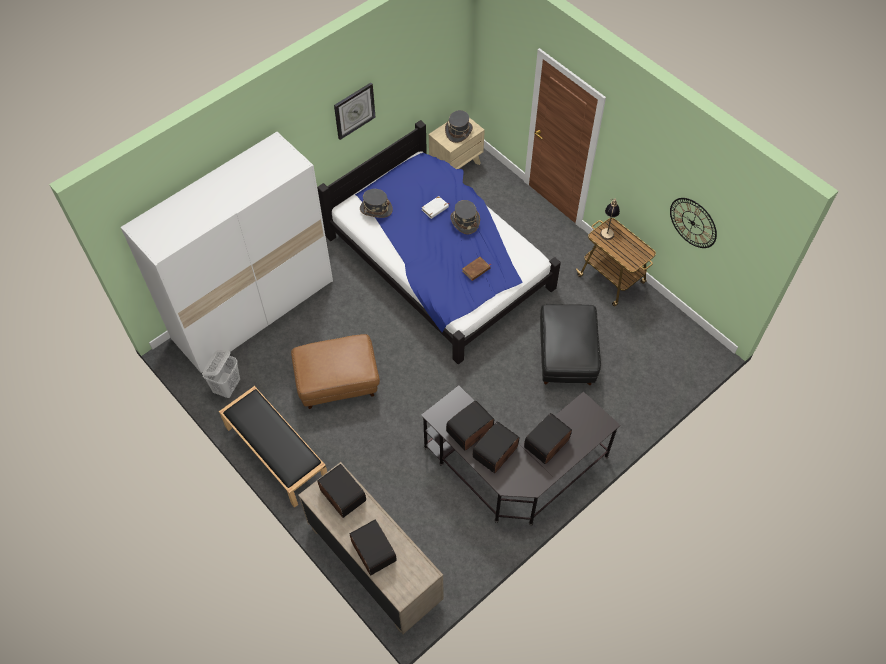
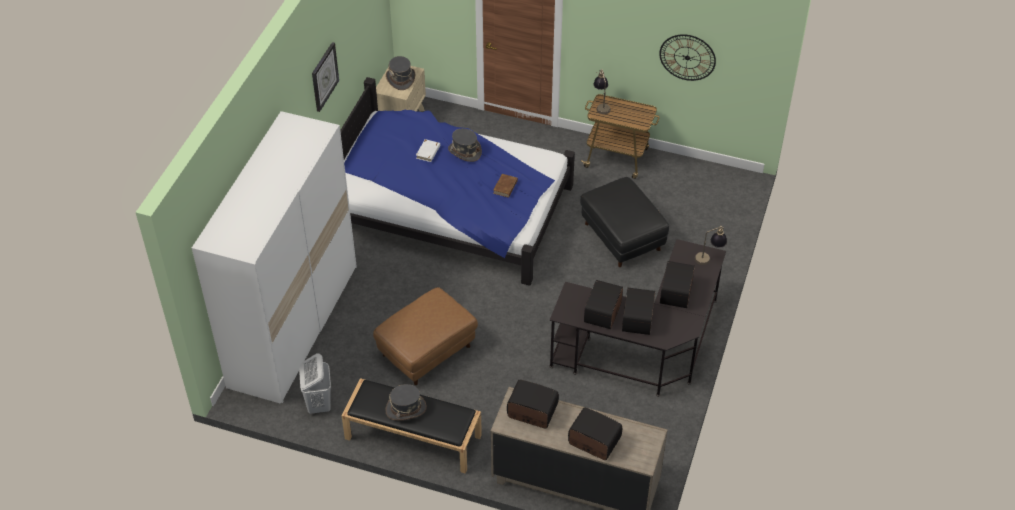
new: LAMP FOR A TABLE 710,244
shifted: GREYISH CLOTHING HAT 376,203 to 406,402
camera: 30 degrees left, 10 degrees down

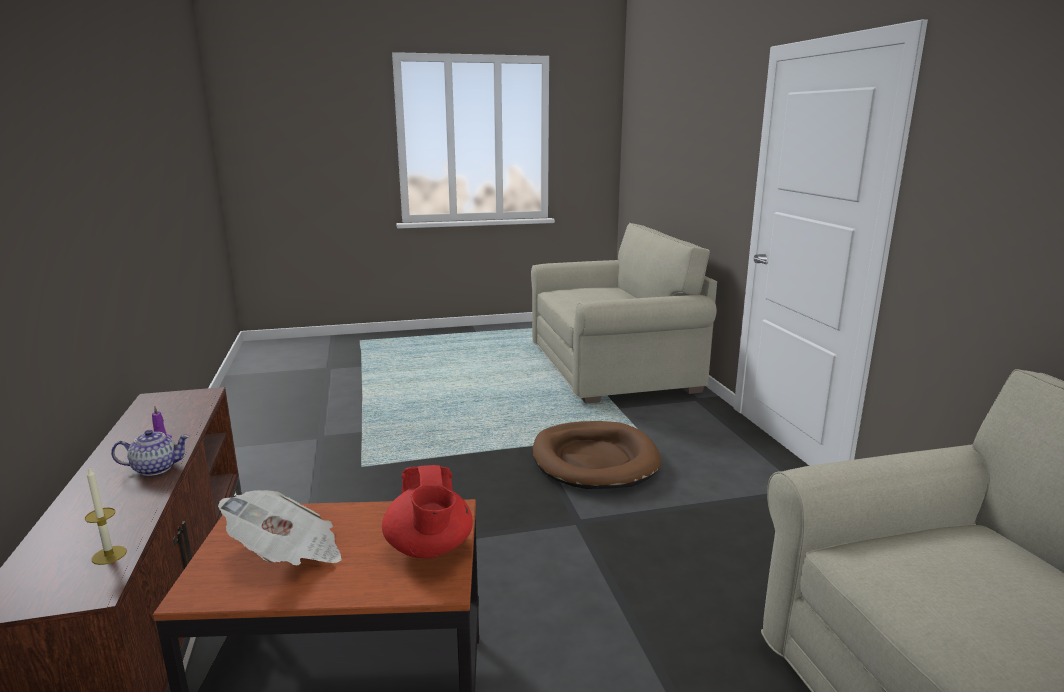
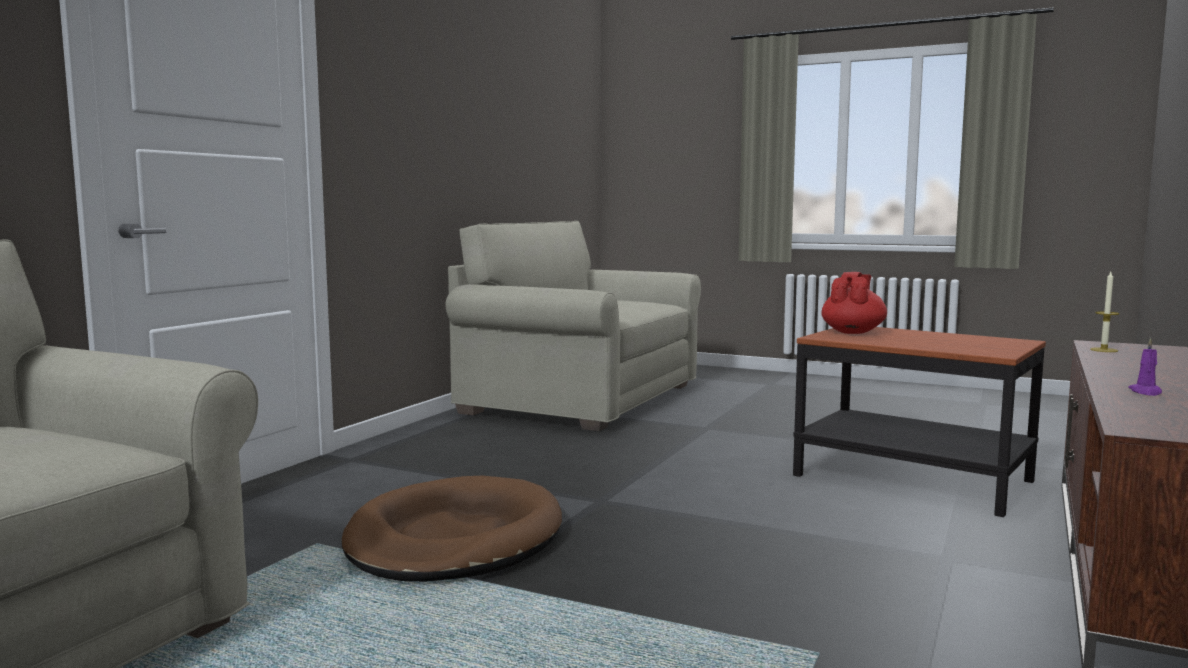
gone: TEA POT 150,453; NEWSPAPER 280,528
camera: 140 degrees left, 10 degrees down

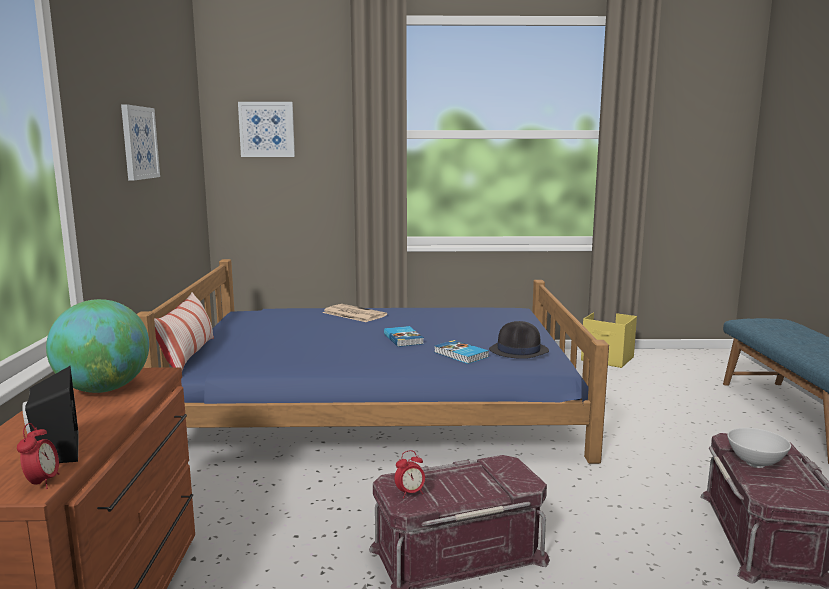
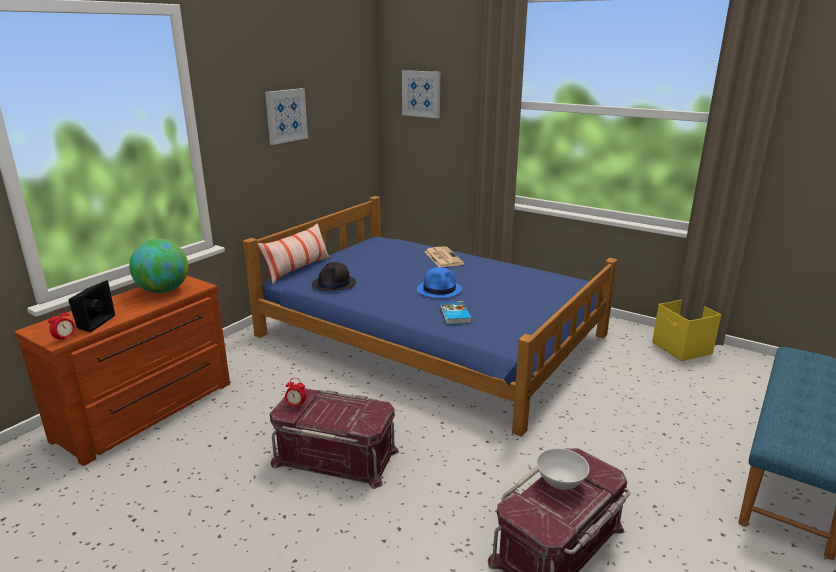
shifted: BLACK CLOTHING HAT 519,340 to 334,276
swapped: BOOK 404,336 to BLUE CLOTHING HAT 439,282
camera: 35 degrees right, 10 degrees up

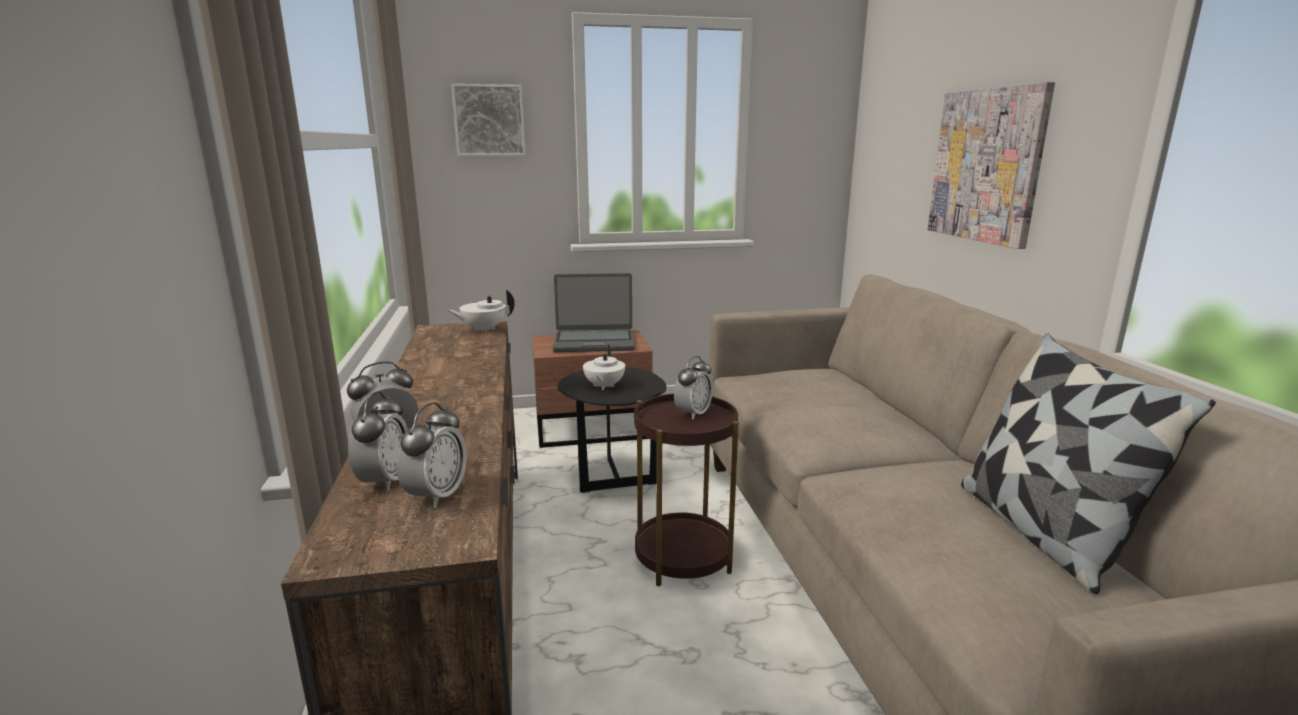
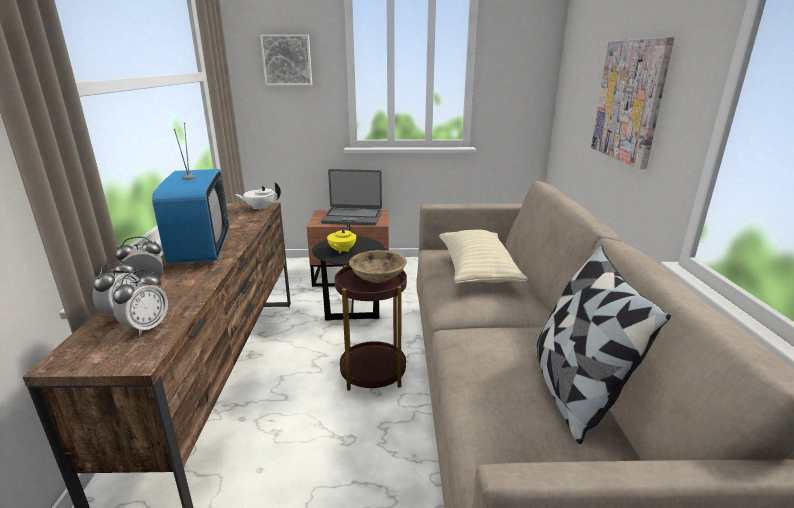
new: TV 190,193; BEIGE-COLOURED CUSHION 483,257
swapped: TABLE CLOCK 693,388 to BEIGE-COLOURED BOWL 378,266
repainted: WHITISH TEA POT 604,367 to YELLOW-COLOURED TEA POT 341,238
camera: 10 degrees right, 5 degrees up

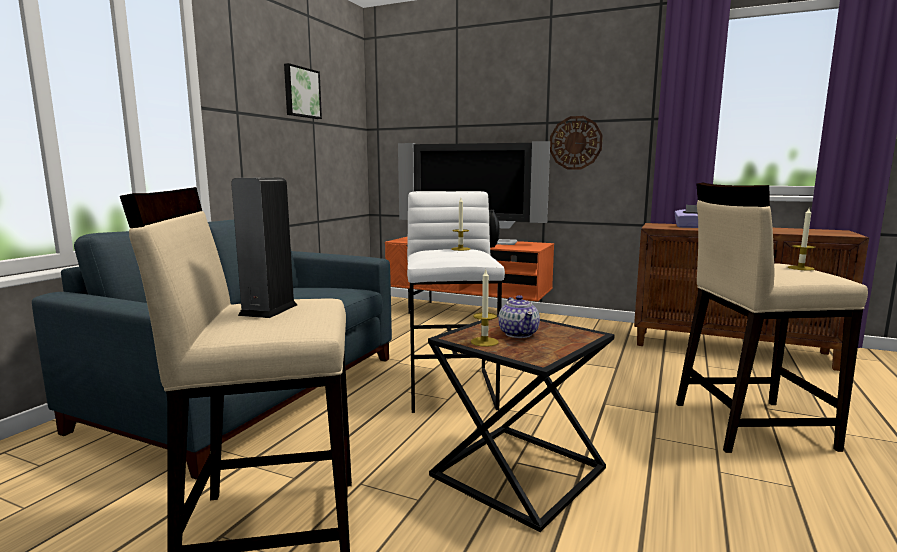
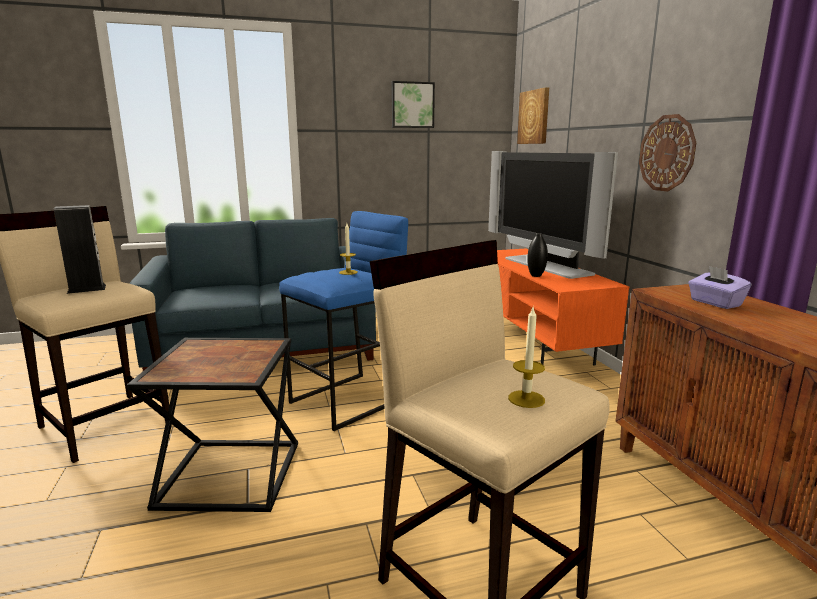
gone: WAX CANDLE 485,308; TEA POT 519,316
new: WALL PICTURE 533,115
repainted: WHITISH SITTING STOOL 456,302 to BLUE SITTING STOOL 343,321
camera: 50 degrees right, 5 degrees up

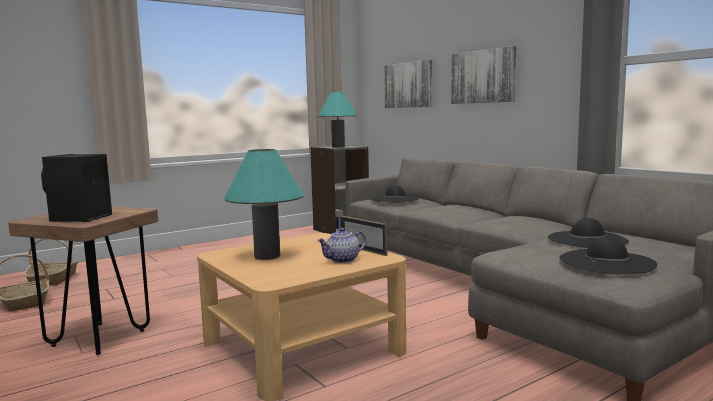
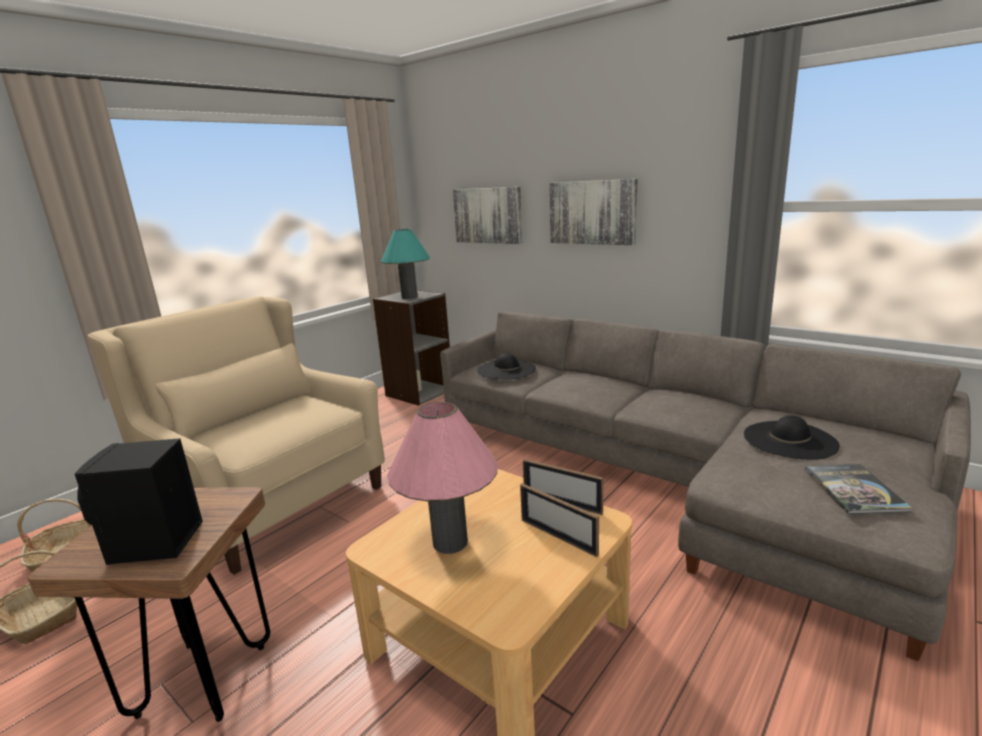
new: BEIGE-COLOURED LOUNGE CHAIR 236,435
swapped: TEA POT 341,245 to PICTURE FRAME 559,520; BLACK CLOTHING HAT 608,255 to BOOK 859,489
repainted: TURQUOISE LAMP FOR A TABLE 264,204 to PINKISH LAMP FOR A TABLE 442,478
camera: 15 degrees left, 10 degrees up

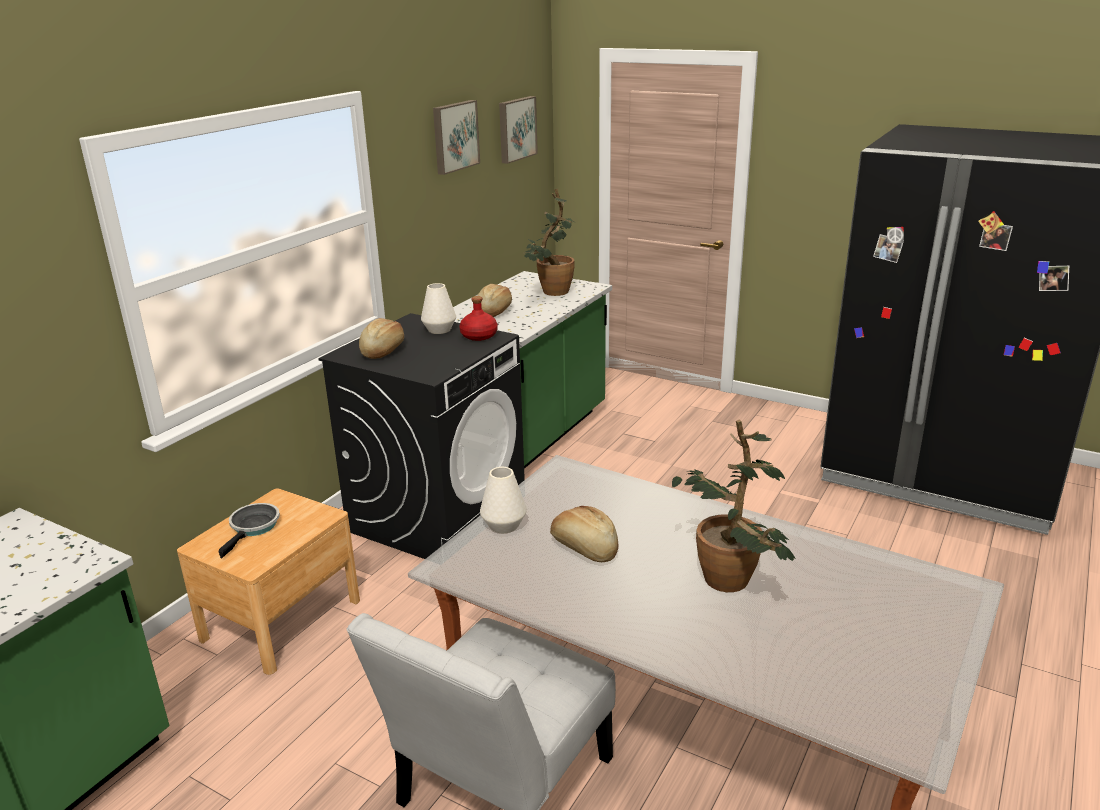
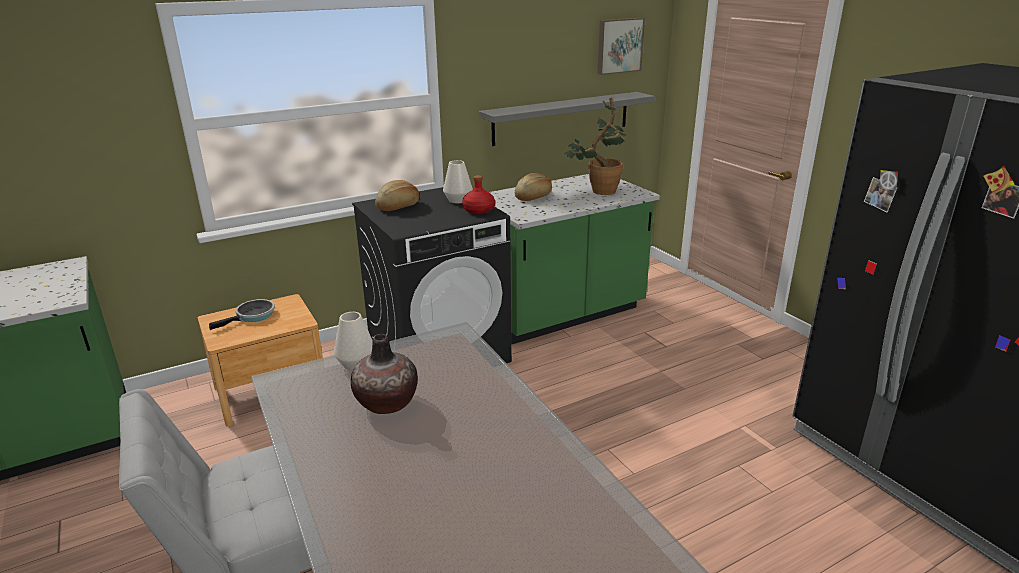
gone: WALL PICTURE 456,137; PLANT IN A POT 734,506
new: GREYISH WALL SHELF 567,119
swapped: BAKED BREAD 584,534 to DECORATIVE VASE 384,374
camera: 30 degrees right, 0 degrees up

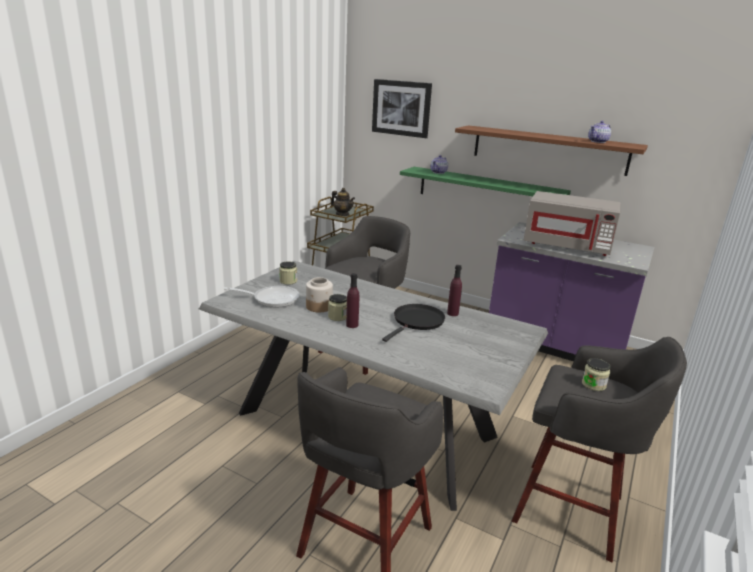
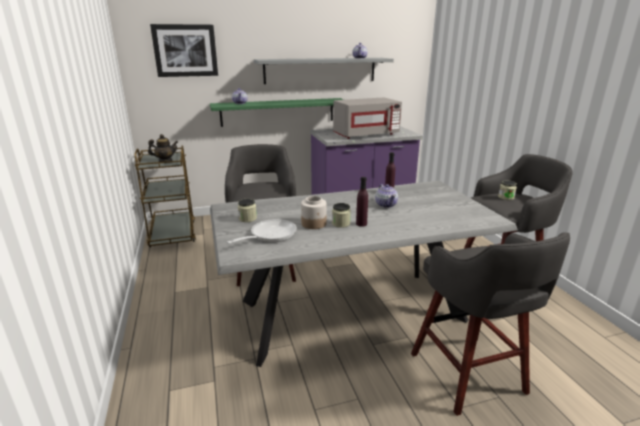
swapped: BLACK SKILLET 413,323 to TEA POT 386,196
repainted: BROWN-COLOURED WALL SHELF 551,150 to GREYISH WALL SHELF 324,71
camera: 45 degrees left, 0 degrees up

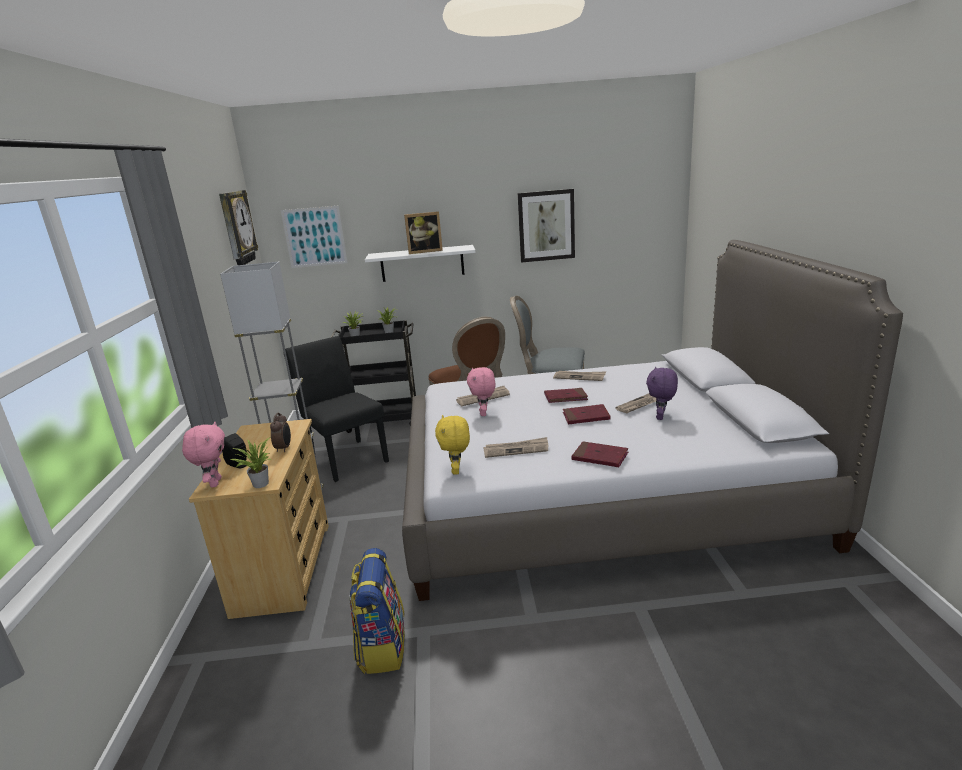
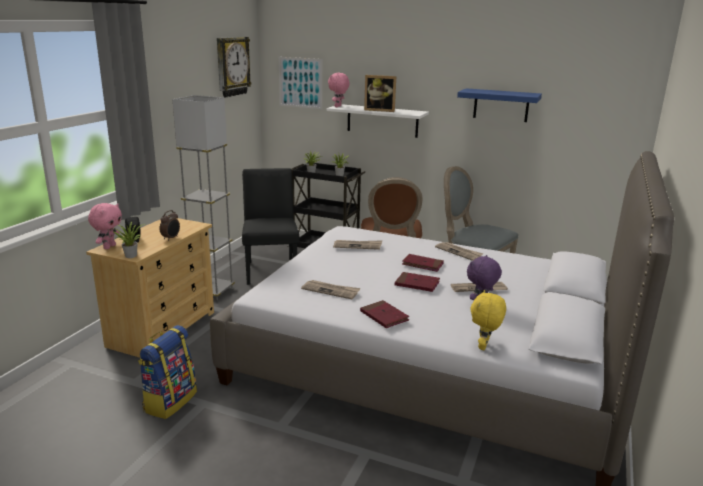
shifted: PINKISH CUDDLY TOY 481,391 to 339,90; YELLOW-COLOURED CUDDLY TOY 452,445 to 488,320
swapped: WALL PICTURE 546,226 to BLUE WALL SHELF 499,105
camera: 25 degrees right, 0 degrees up

